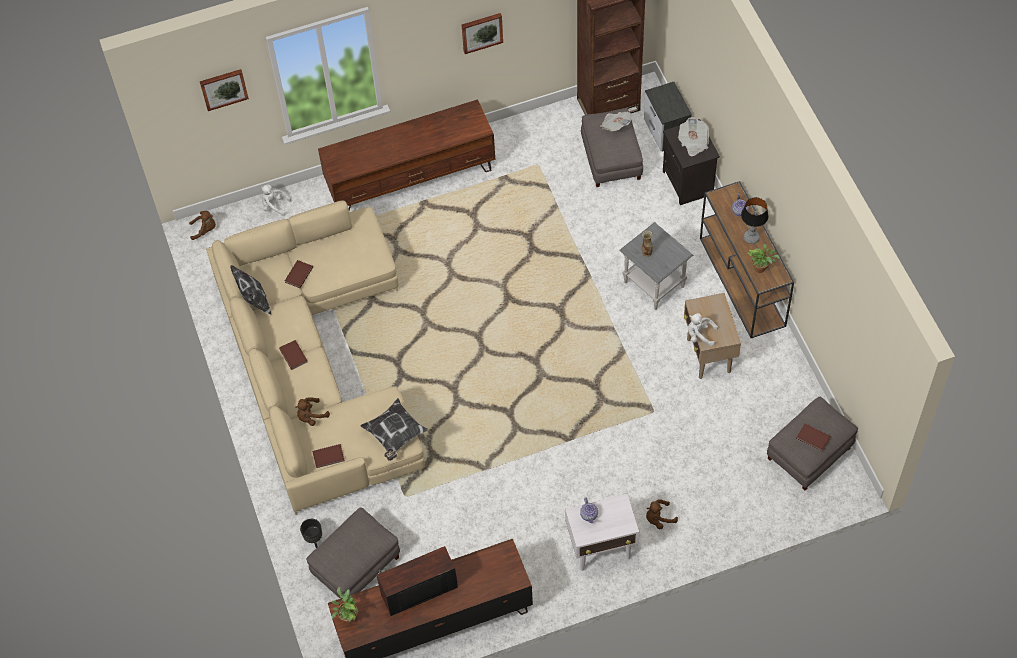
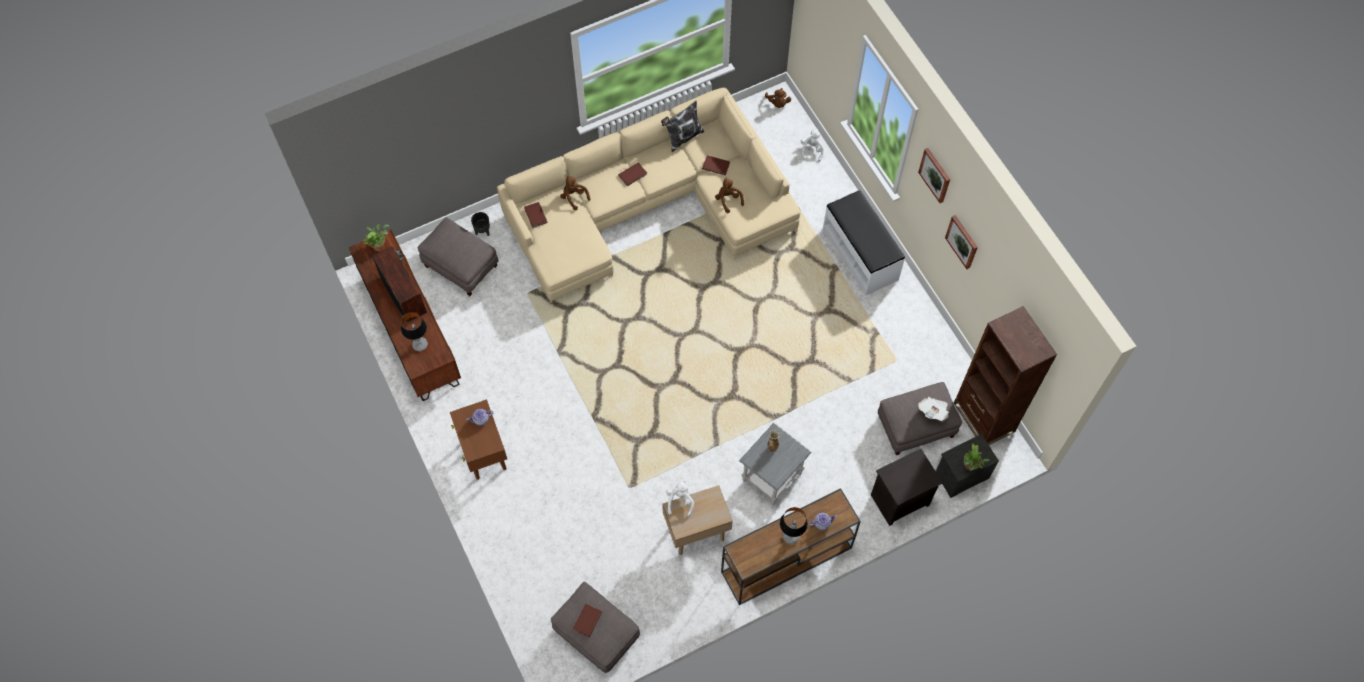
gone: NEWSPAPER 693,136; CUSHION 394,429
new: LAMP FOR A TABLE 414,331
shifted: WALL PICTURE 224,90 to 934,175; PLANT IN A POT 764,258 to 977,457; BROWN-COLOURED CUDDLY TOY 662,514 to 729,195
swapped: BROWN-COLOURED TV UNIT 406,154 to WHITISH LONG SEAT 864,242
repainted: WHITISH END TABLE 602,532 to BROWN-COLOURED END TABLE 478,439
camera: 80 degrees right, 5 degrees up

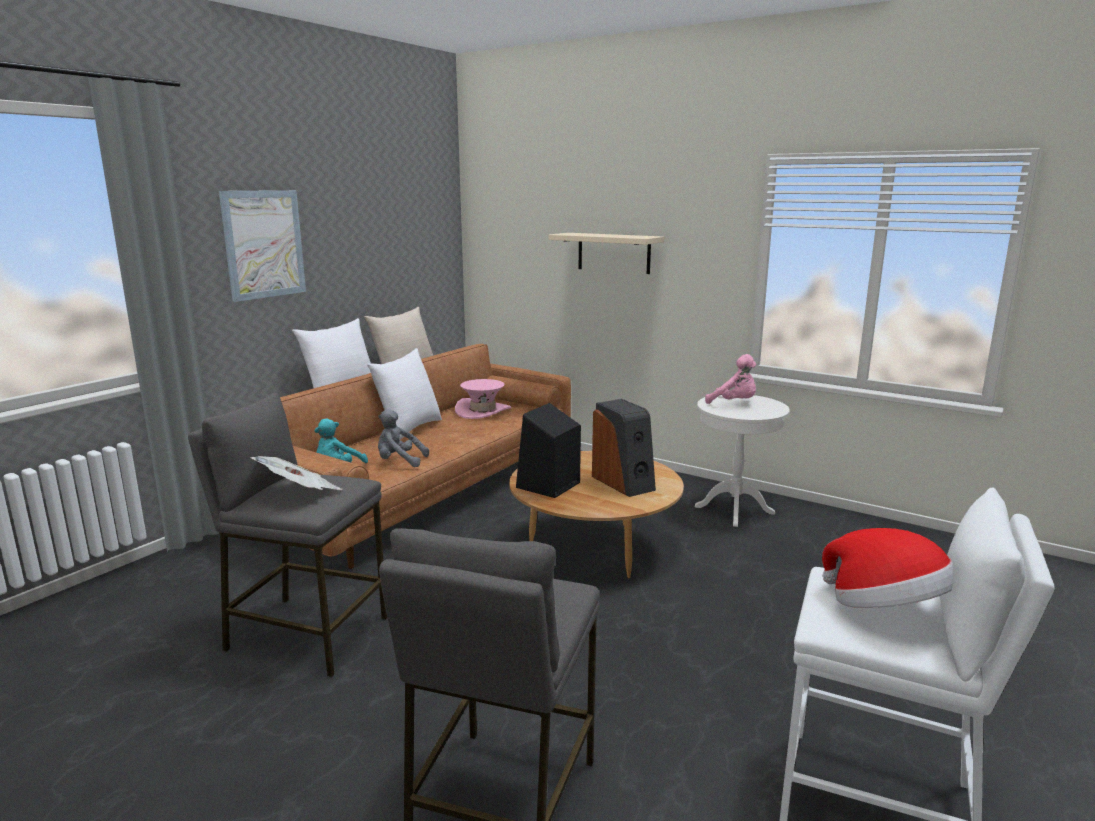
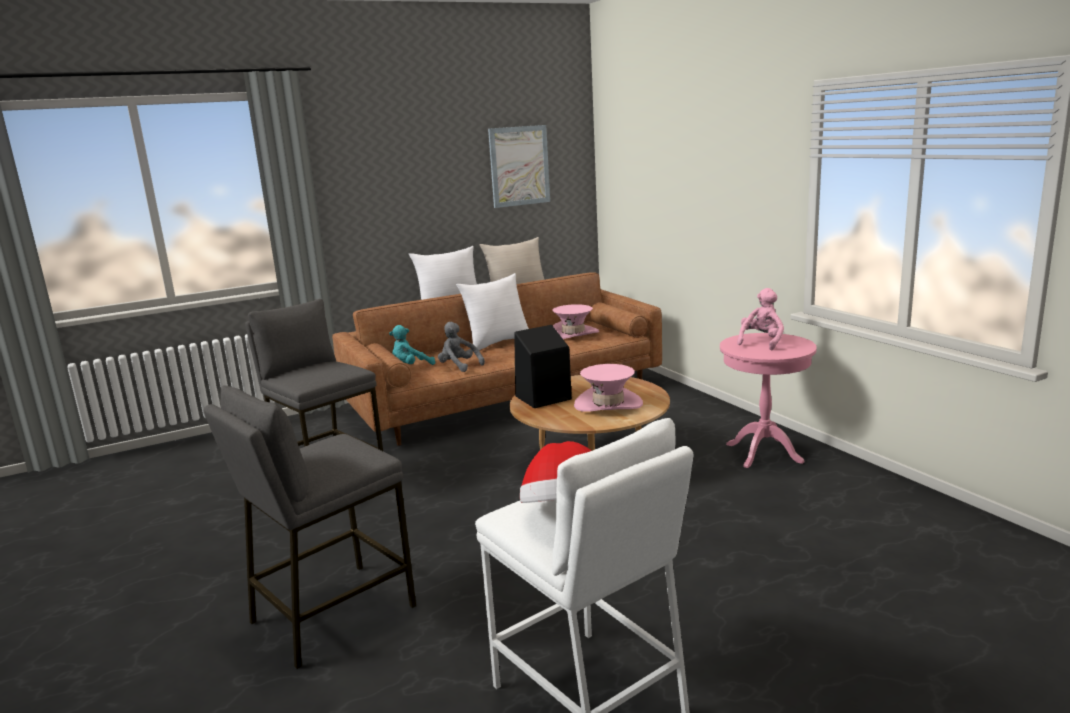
gone: BEIGE-COLOURED WALL SHELF 606,253; NEWSPAPER 296,473
shifted: WALL PICTURE 262,246 to 519,166
swapped: AUDIO SPEAKER 624,448 to PINKISH CLOTHING HAT 608,388
repainted: WHITISH END TABLE 742,461 to PINKISH END TABLE 768,400
rotated: PINKISH CUDDLY TOY 730,379 = 760,319 120 degrees counterclockwise
camera: 30 degrees right, 0 degrees up

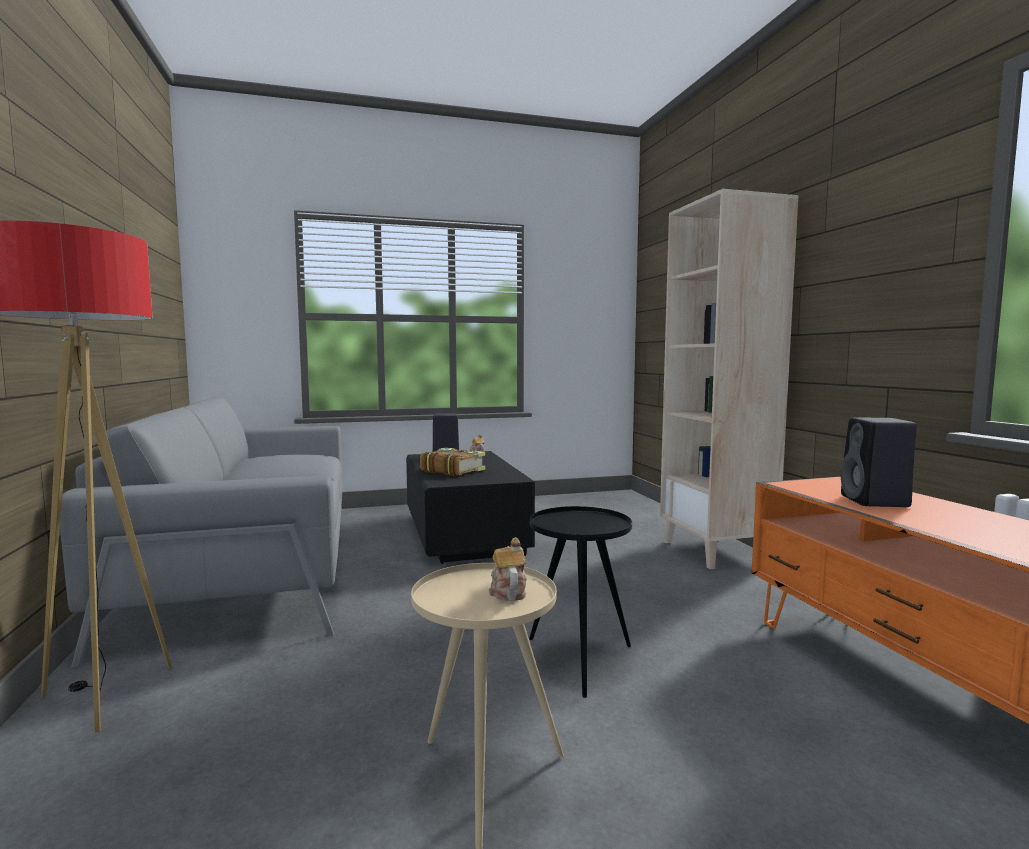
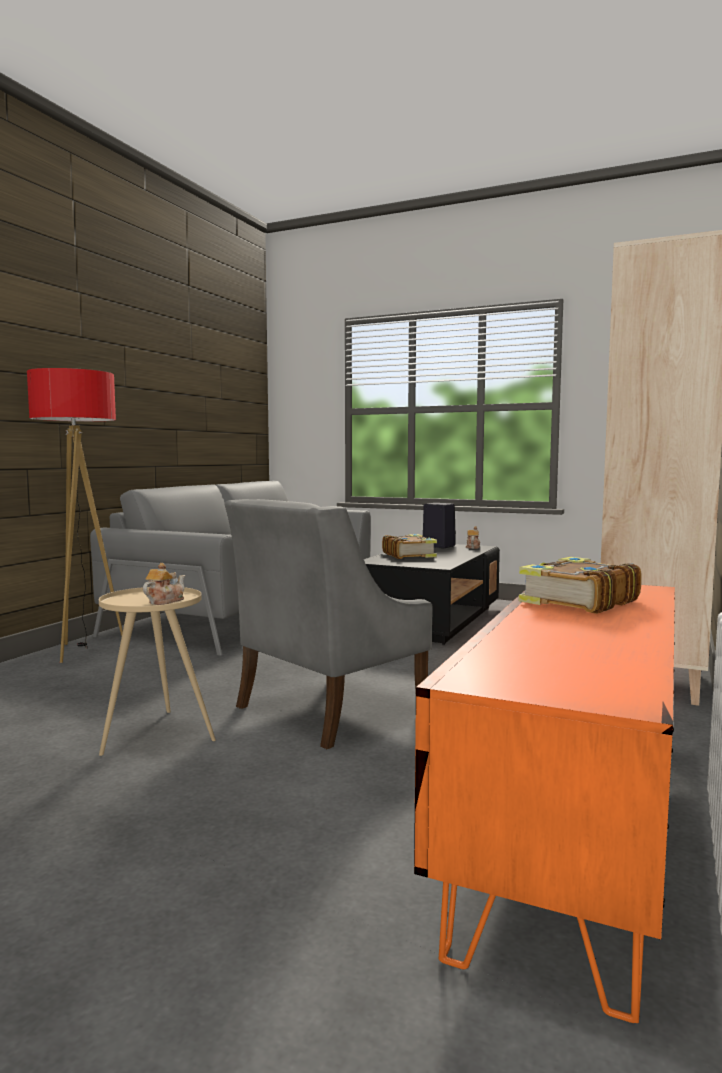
swapped: BLACK AUDIO SPEAKER 879,462 to BOOK 580,585; BLACK END TABLE 580,602 to GREYISH LOUNGE CHAIR 329,624
camera: 40 degrees right, 0 degrees up

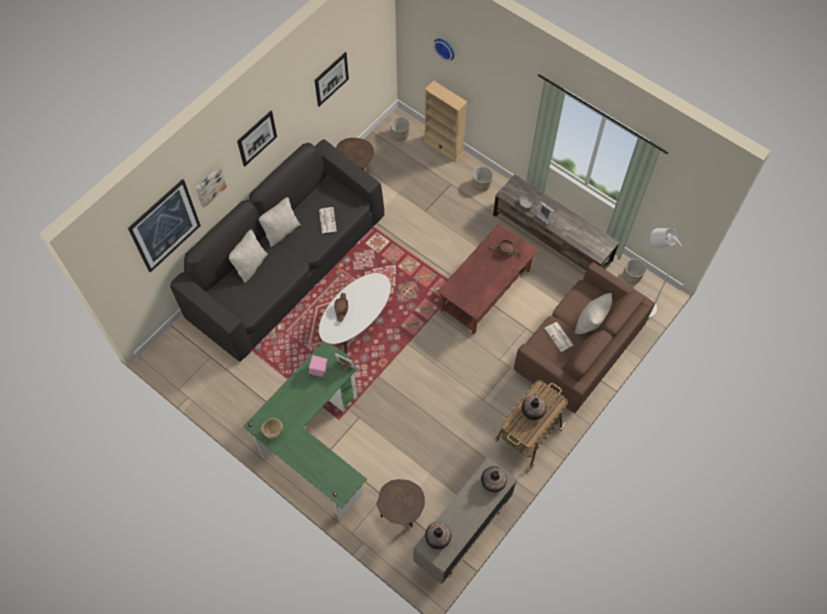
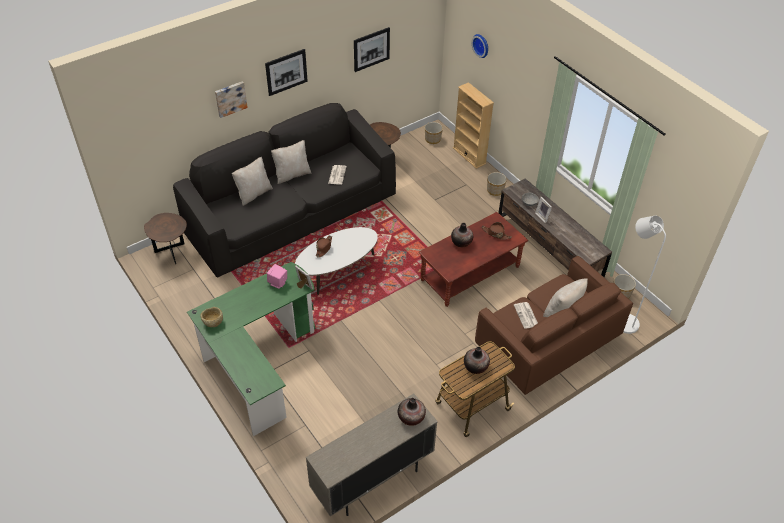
gone: WALL PICTURE 164,226
shifted: BROWN-COLOURED END TABLE 400,503 to 165,238; DECORATIVE VASE 438,535 to 462,235
camera: 15 degrees right, 15 degrees down

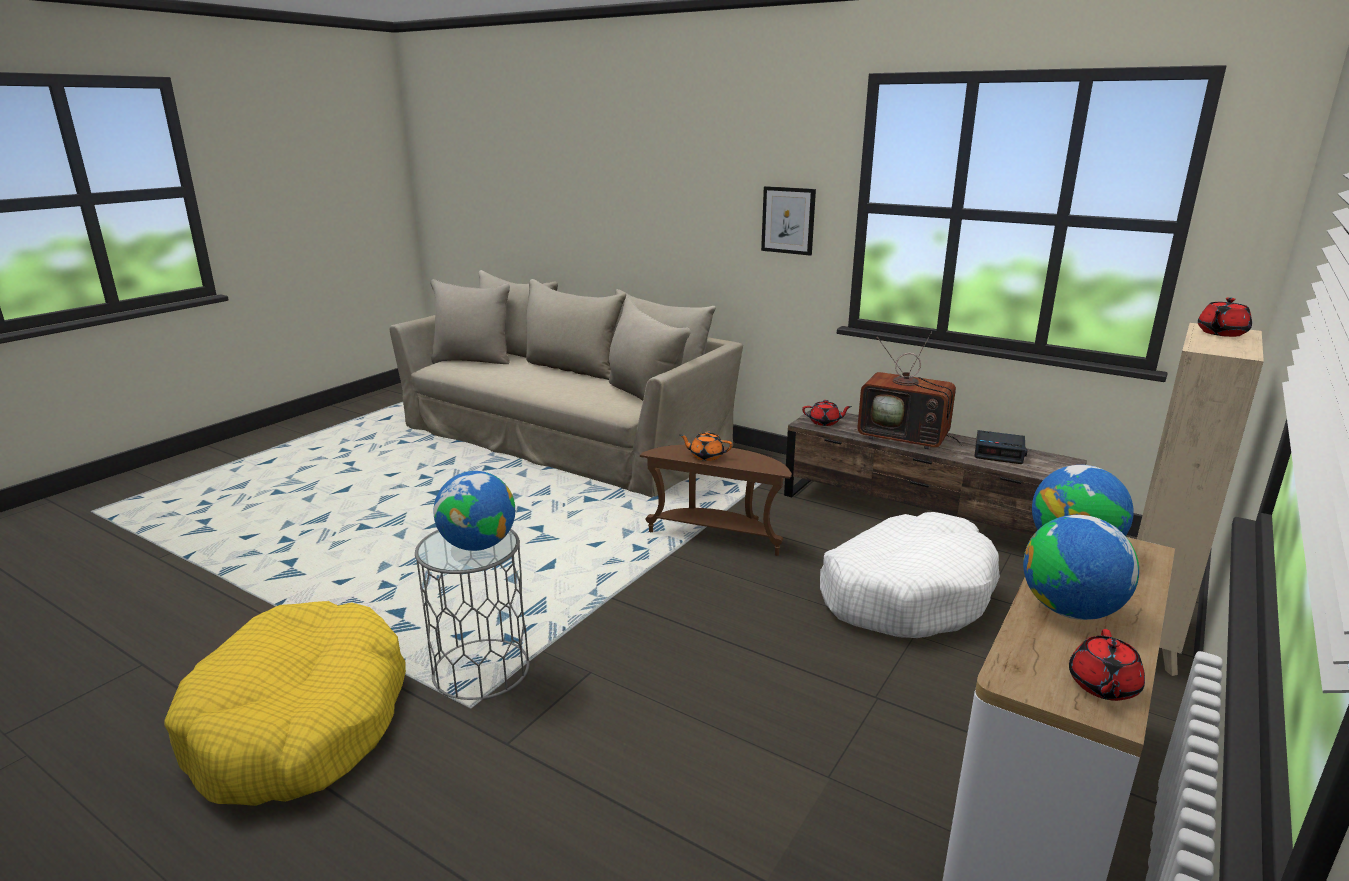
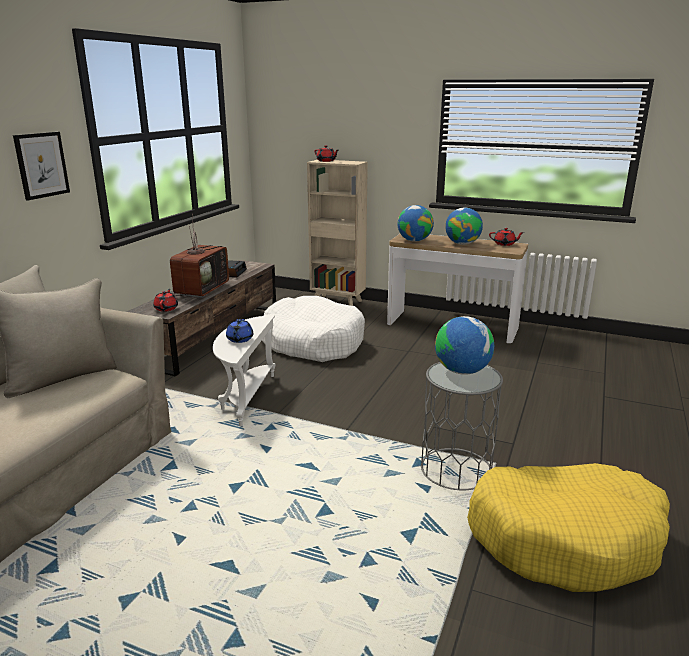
repainted: ORANGE-COLOURED TEA POT 706,446 to BLUE TEA POT 239,331; BROWN-COLOURED END TABLE 716,500 to WHITISH END TABLE 244,370
camera: 100 degrees left, 0 degrees up

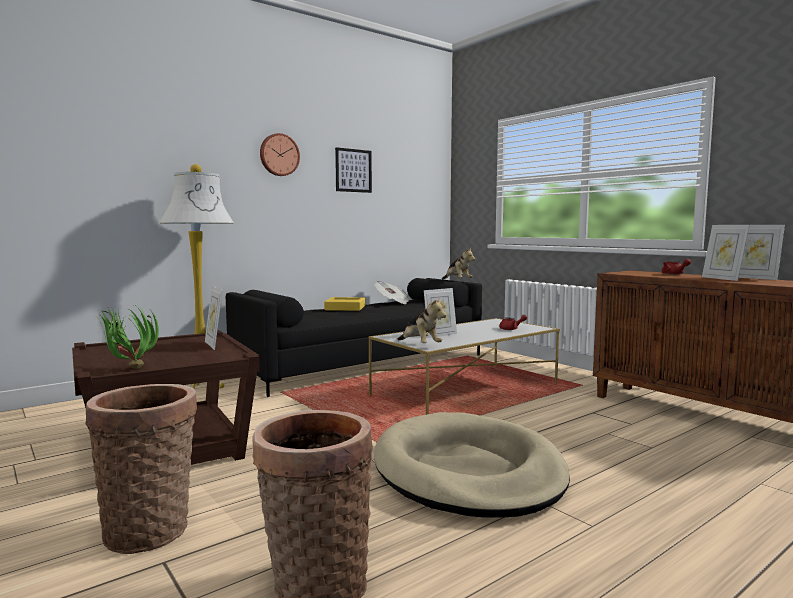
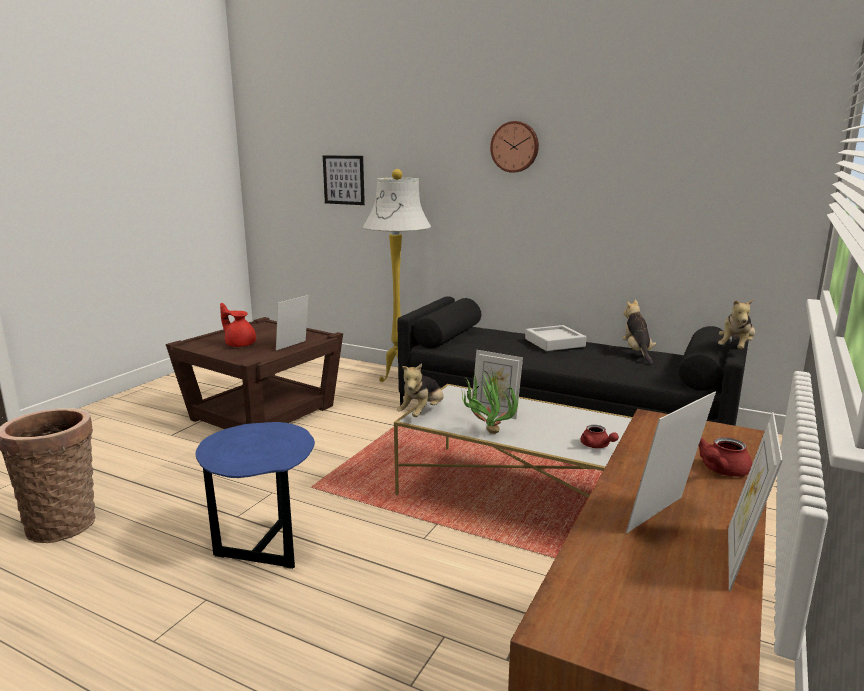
gone: BASKET 141,469
new: RED TEA POT 238,325
shifted: WALL PICTURE 353,170 to 344,180; PLANT IN A POT 128,337 to 489,401
swapped: NEWSPAPER 392,292 to CUDDLY TOY 639,332; BEIGE-COLOURED DOG CUSHION 472,465 to BLUE END TABLE 255,495
repainted: YELLOW-COLOURED TRAY 344,304 to GREYISH TRAY 555,338
camera: 65 degrees right, 10 degrees up

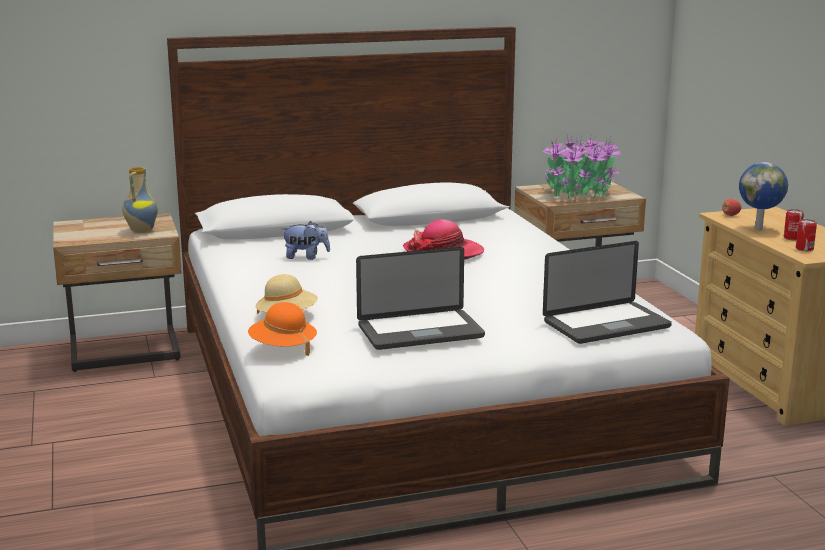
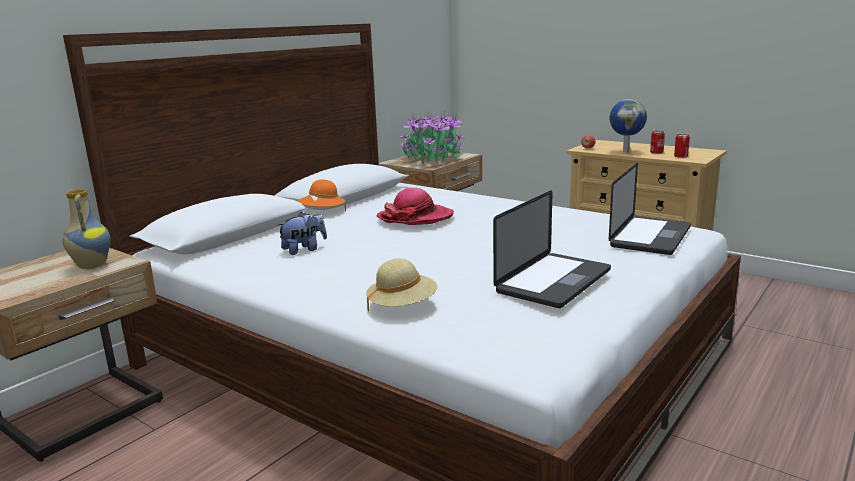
shifted: ORANGE-COLOURED CLOTHING HAT 282,329 to 322,195
camera: 35 degrees left, 0 degrees up

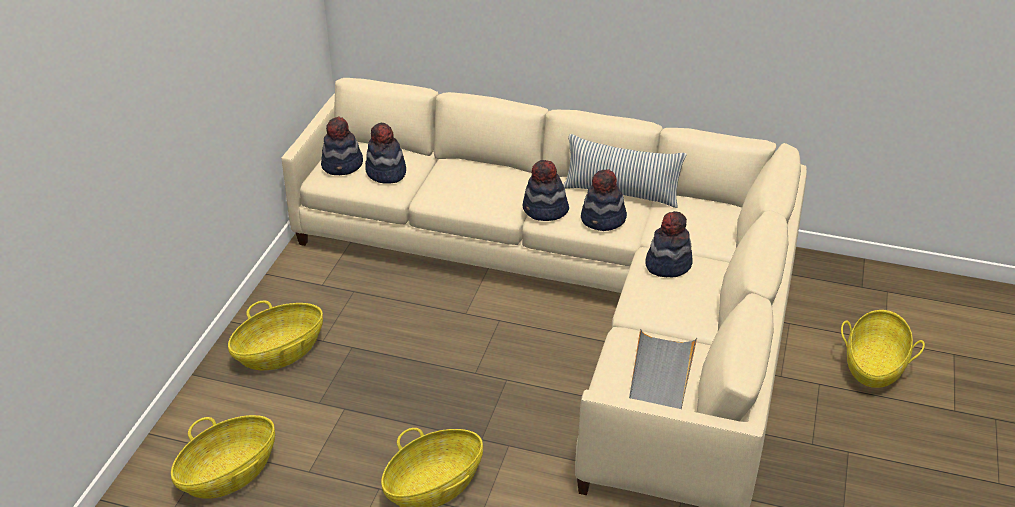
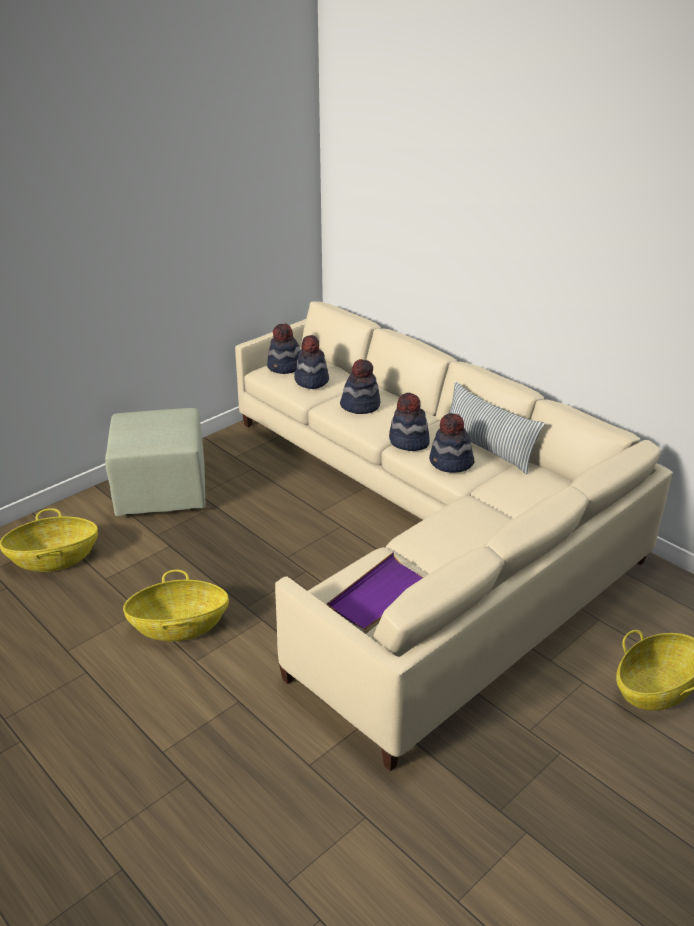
shifted: CLOTHING HAT 669,244 to 360,386
swapped: BASKET 275,335 to GREEN POUFFE 155,462
repainted: GREYISH TRAY 663,369 to PURPLE TRAY 375,593
camera: 30 degrees right, 5 degrees down

